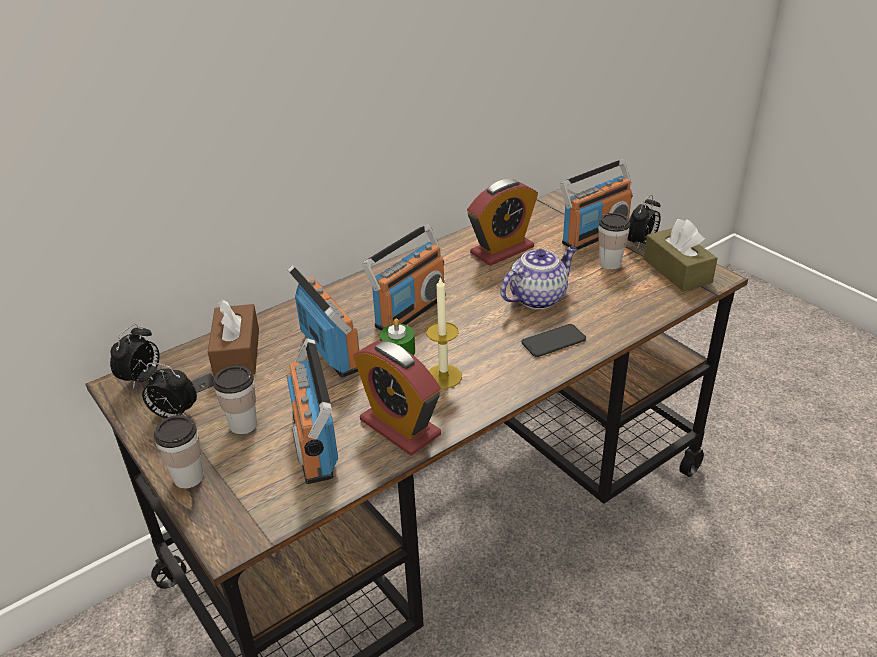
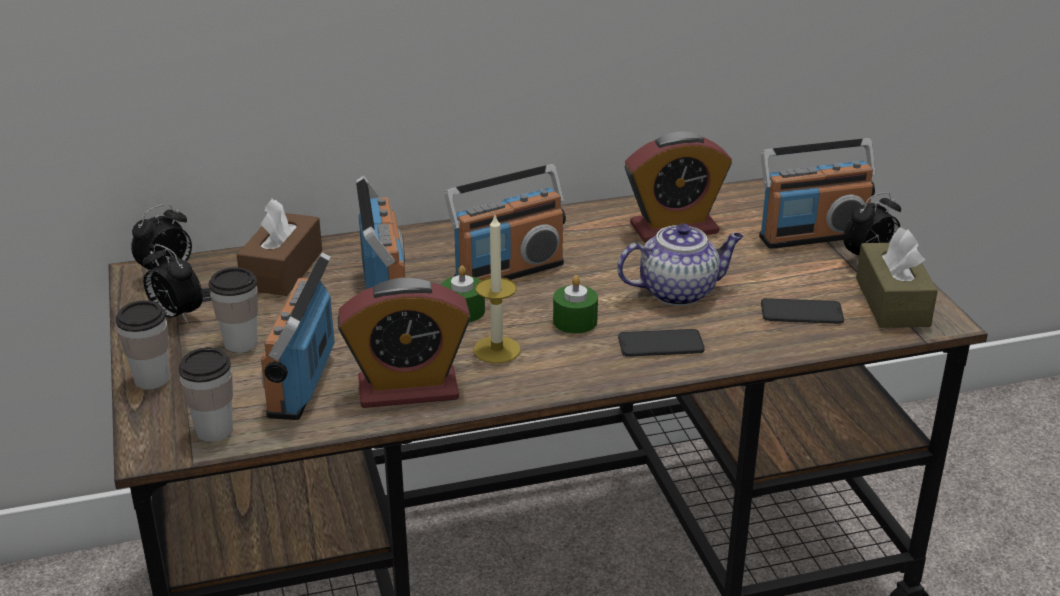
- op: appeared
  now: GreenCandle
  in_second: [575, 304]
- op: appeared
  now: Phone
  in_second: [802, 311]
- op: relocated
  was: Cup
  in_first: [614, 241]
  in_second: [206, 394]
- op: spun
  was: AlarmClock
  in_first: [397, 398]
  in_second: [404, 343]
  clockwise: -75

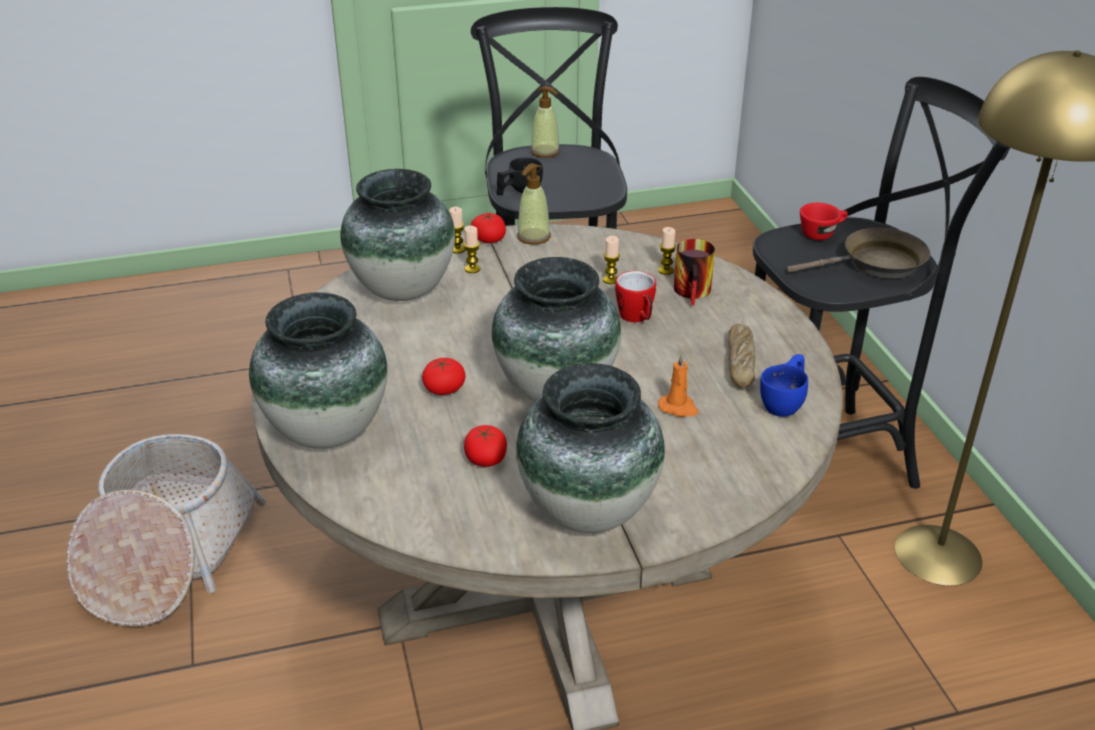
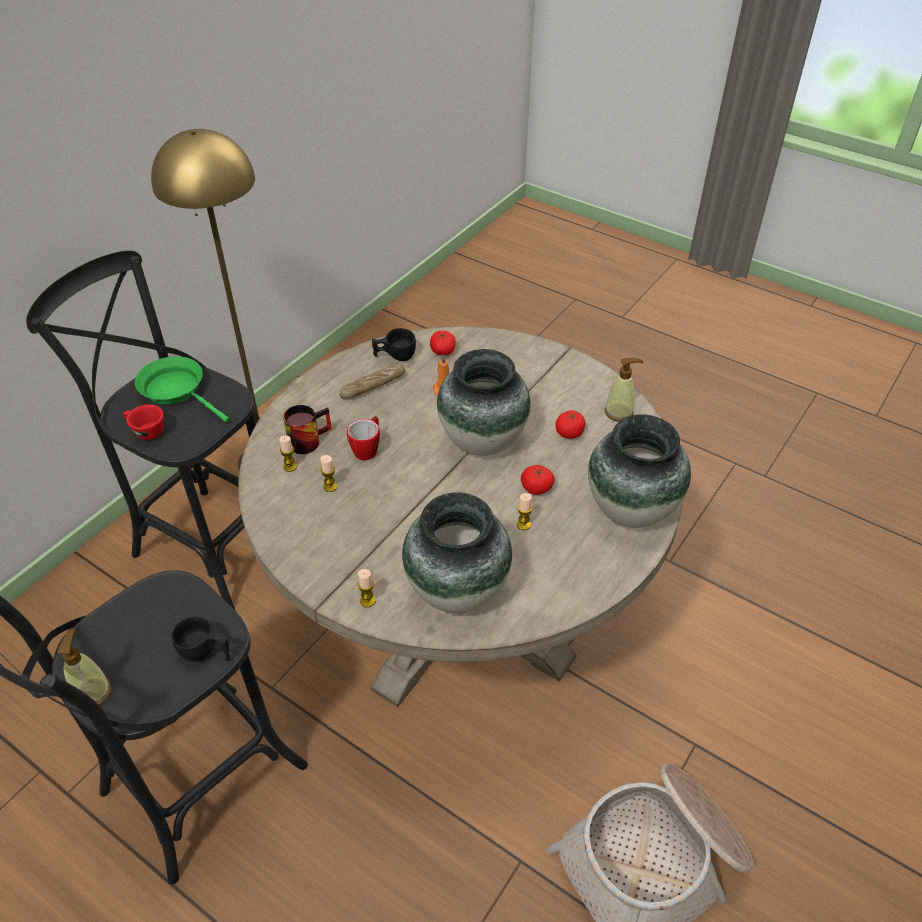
- op: missing
  was: Vase
  in_first: [590, 448]
- op: relocated
  was: Candle
  in_first: [471, 249]
  in_second: [525, 512]
- op: relocated
  was: Tomato
  in_first: [488, 227]
  in_second: [443, 343]
- op: relocated
  was: SoapDispenser
  in_first: [534, 204]
  in_second: [624, 390]
- op: colour
  was: BlueCup
  now: BlackCup
  in_first: [784, 385]
  in_second: [394, 344]
- op: colour
  was: BrownFryingPan
  now: GreenFryingPan
  in_first: [858, 253]
  in_second: [182, 389]

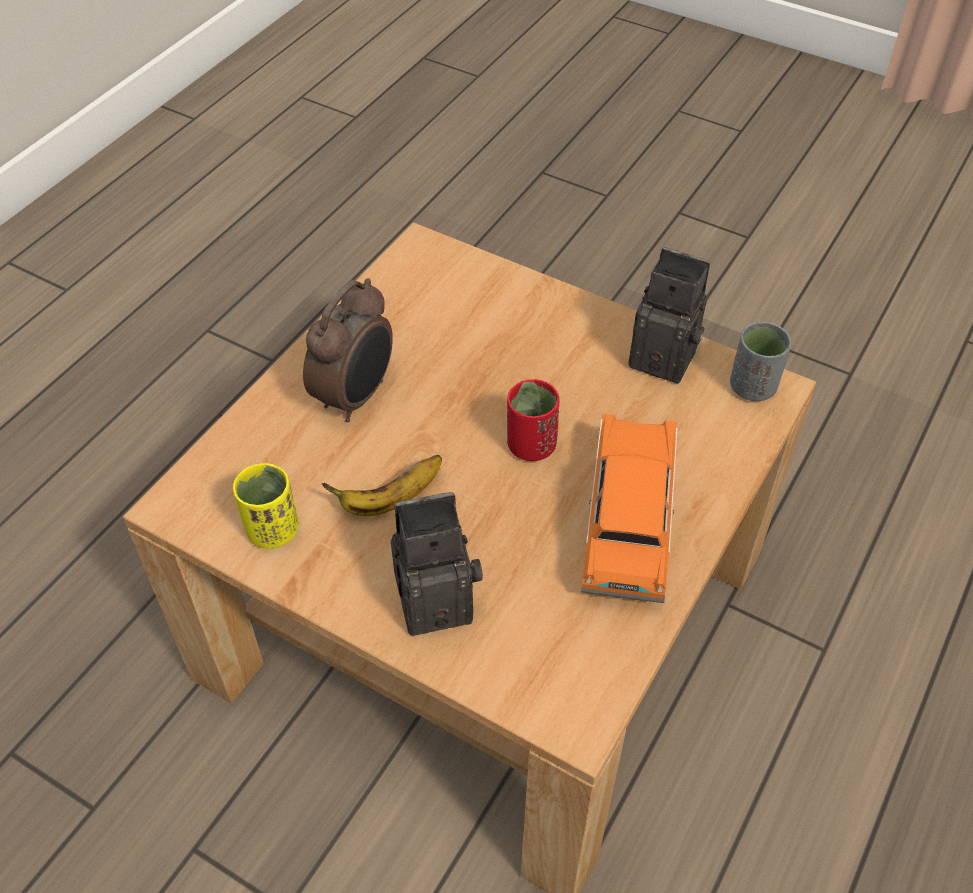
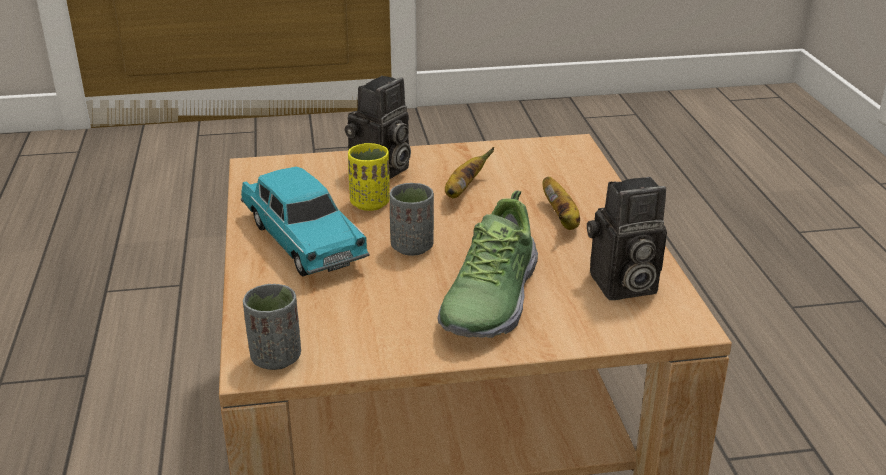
- op: appeared
  now: Shoe
  in_second: [488, 264]
- op: relocated
  was: YellowCup
  in_first: [266, 506]
  in_second: [369, 177]
- op: relocated
  was: PhotoCamera
  in_first: [669, 315]
  in_second: [627, 238]
- op: exchanged
  was: AlarmClock
  now: Banana
  in_first: [348, 350]
  in_second: [561, 203]
- op: colour
  was: RedCup
  now: GreyCup
  in_first: [533, 420]
  in_second: [411, 219]
- op: colour
  was: OrangeToyCar
  now: TurquoiseToyCar
  in_first: [629, 508]
  in_second: [305, 221]

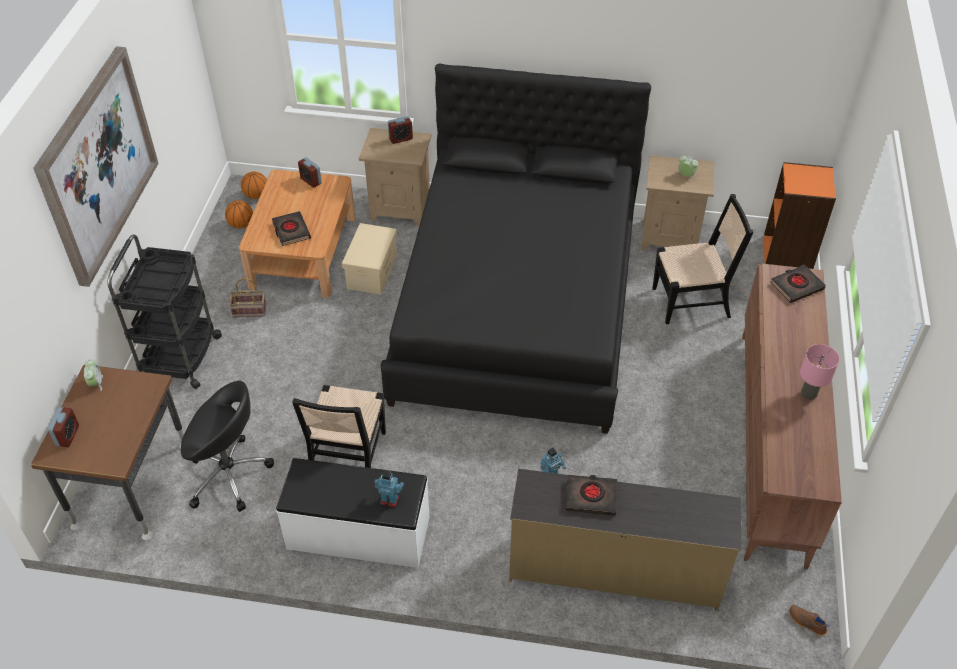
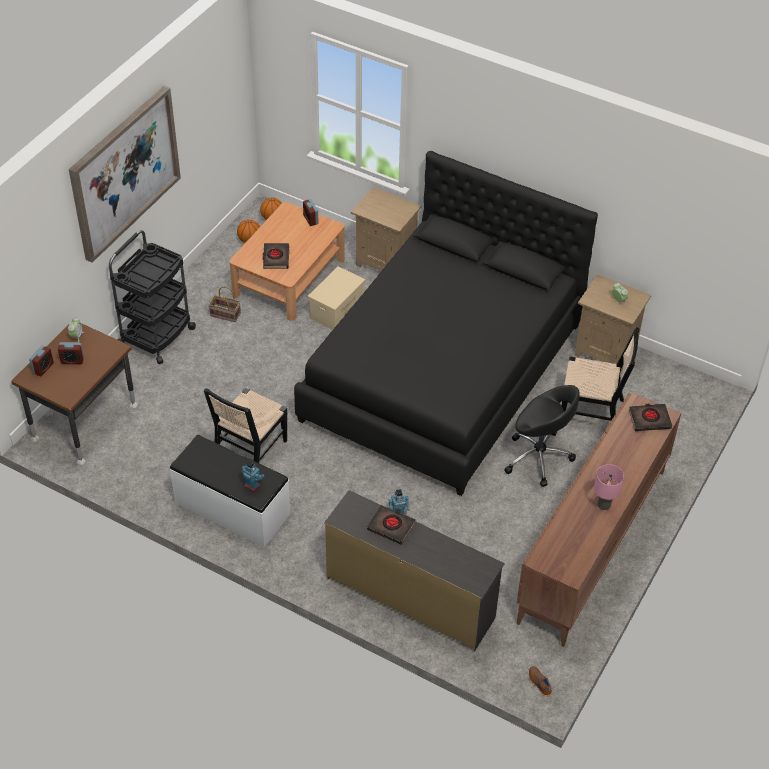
- op: missing
  was: OrangeBookcase
  in_first: [800, 215]
- op: relocated
  was: BlackOfficeChair
  in_first: [227, 446]
  in_second: [542, 436]
- op: relocated
  was: AlarmClock
  in_first: [400, 130]
  in_second: [71, 353]

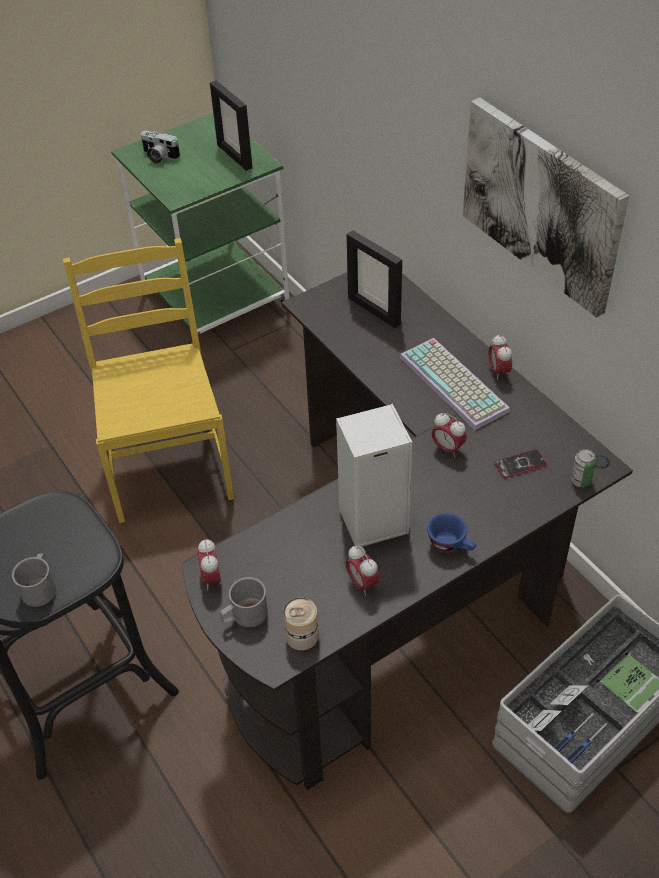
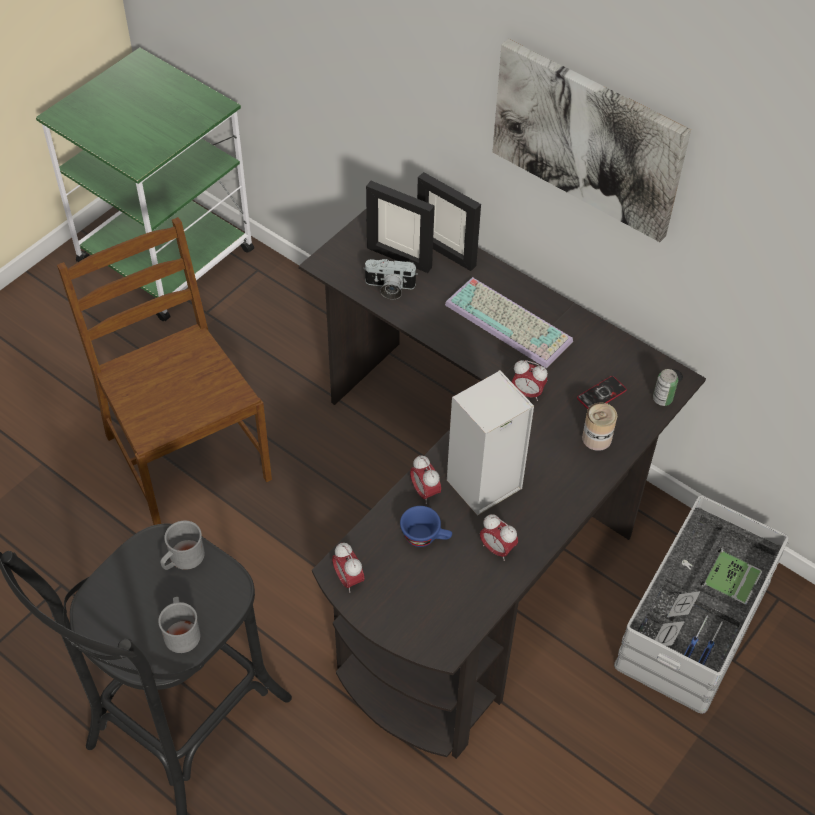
- op: relocated
  was: PhotoCamera
  in_first: [160, 147]
  in_second: [390, 279]
- op: relocated
  was: PictureFrame
  in_first: [231, 125]
  in_second: [449, 221]
- op: relocated
  was: GreyMug
  in_first: [244, 602]
  in_second: [182, 545]
- op: relocated
  was: Can
  in_first: [301, 623]
  in_second: [599, 427]
- op: relocated
  was: BlueCup
  in_first: [451, 533]
  in_second: [426, 526]
- op: relocated
  was: AlarmClock
  in_first: [500, 357]
  in_second: [425, 480]
- op: colour
  was: YellowChair
  now: BrownChair
  in_first: [148, 380]
  in_second: [164, 371]

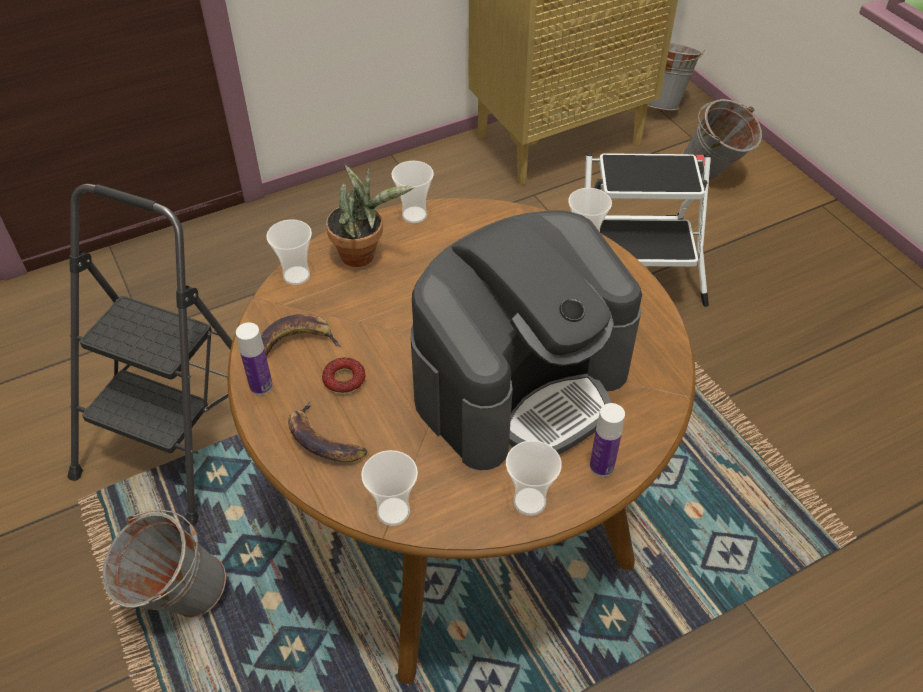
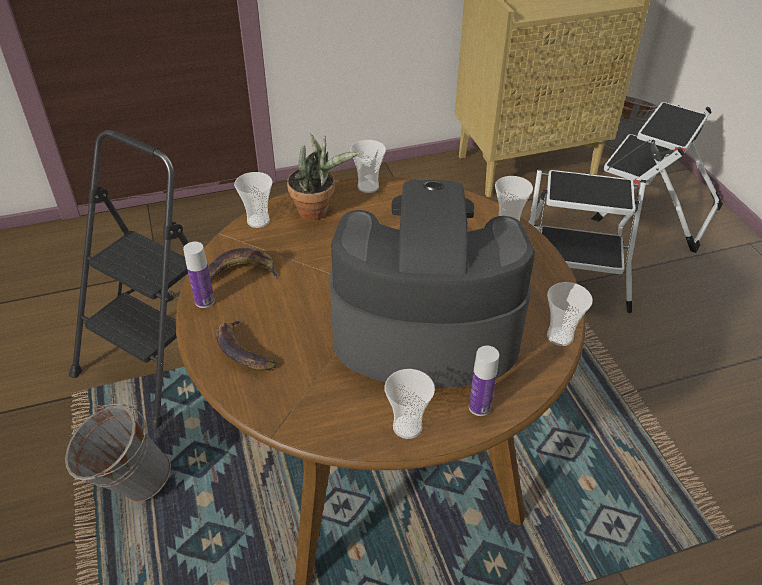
- op: missing
  was: Donut
  in_first: [344, 376]
- op: relocated
  was: Cup
  in_first: [389, 488]
  in_second: [570, 314]
- op: exchanged
  was: GreyBucket
  now: StepLadder
  in_first: [722, 139]
  in_second: [657, 177]
- op: spun
  was: CoffeeMachine
  in_first: [526, 340]
  in_second: [432, 284]
  clockwise: -150

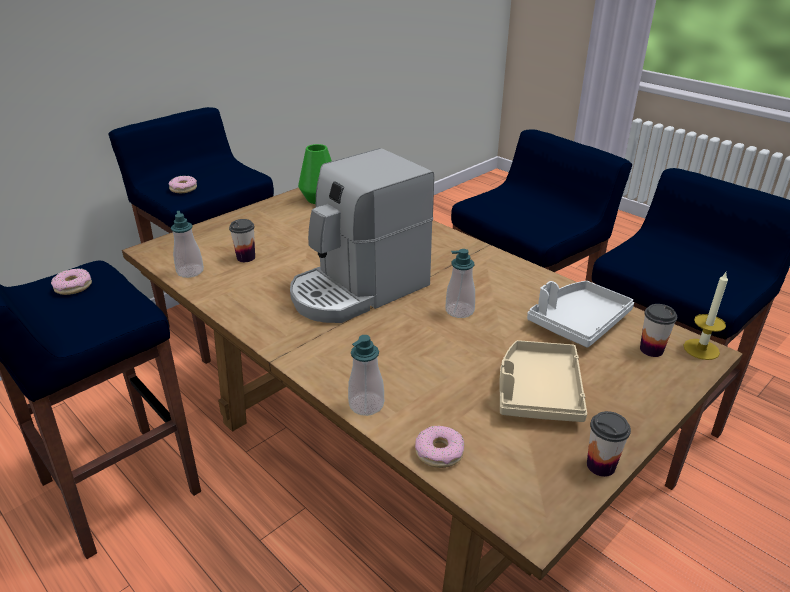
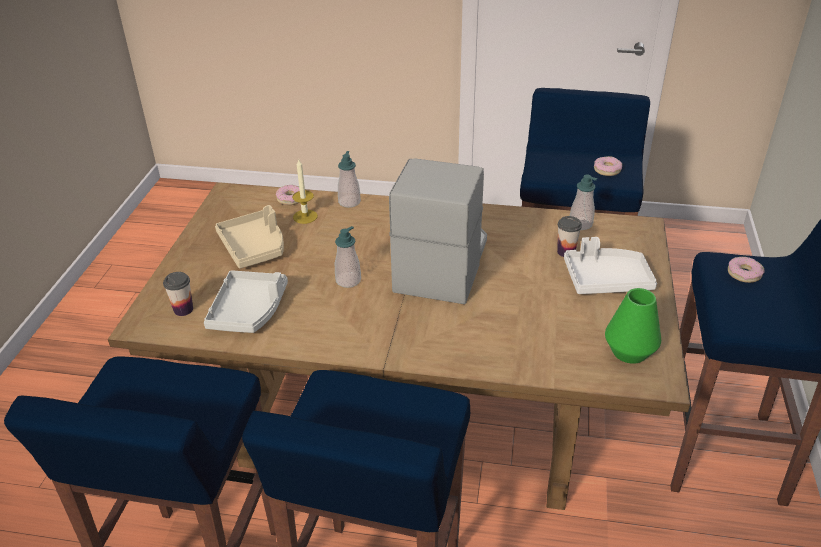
- op: missing
  was: Cup
  in_first: [609, 444]
- op: appeared
  now: WhiteTray
  in_second: [610, 265]
- op: relocated
  was: Candle
  in_first: [706, 315]
  in_second: [305, 191]

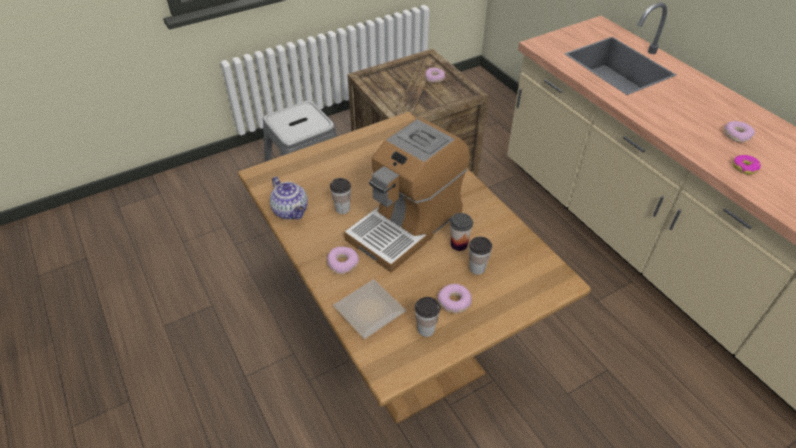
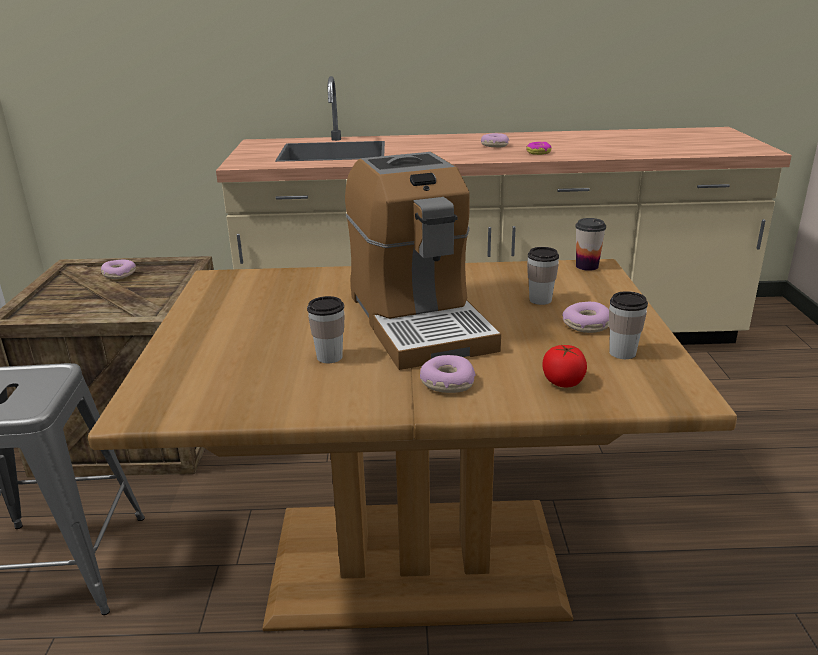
- op: missing
  was: Teapot
  in_first: [289, 198]
- op: relocated
  was: Cup
  in_first: [461, 232]
  in_second: [590, 244]
- op: exchanged
  was: Plate
  now: Tomato
  in_first: [369, 309]
  in_second: [564, 366]

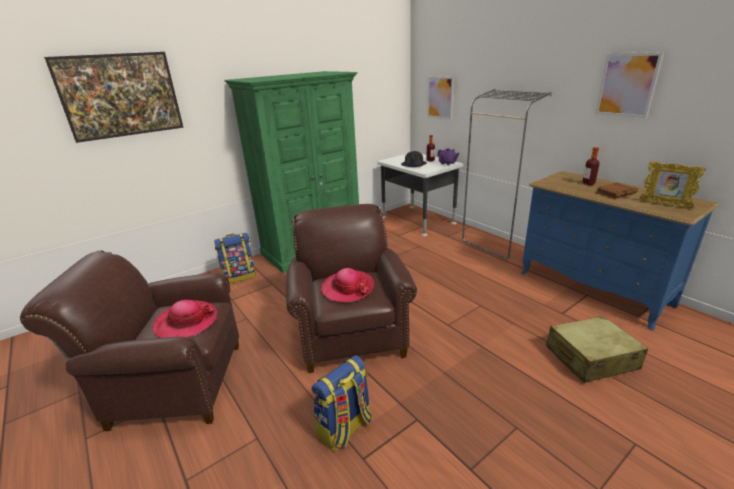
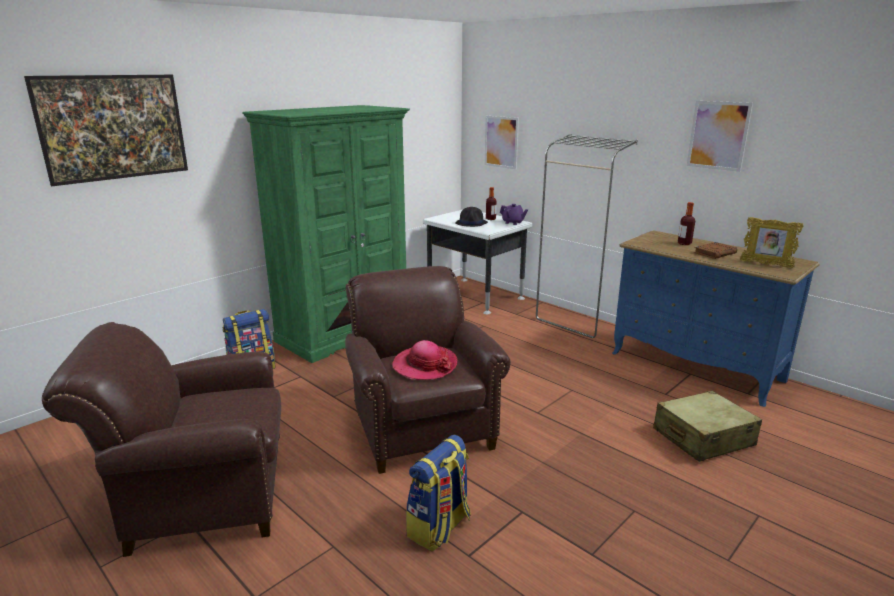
- op: missing
  was: Hat
  in_first: [184, 319]

